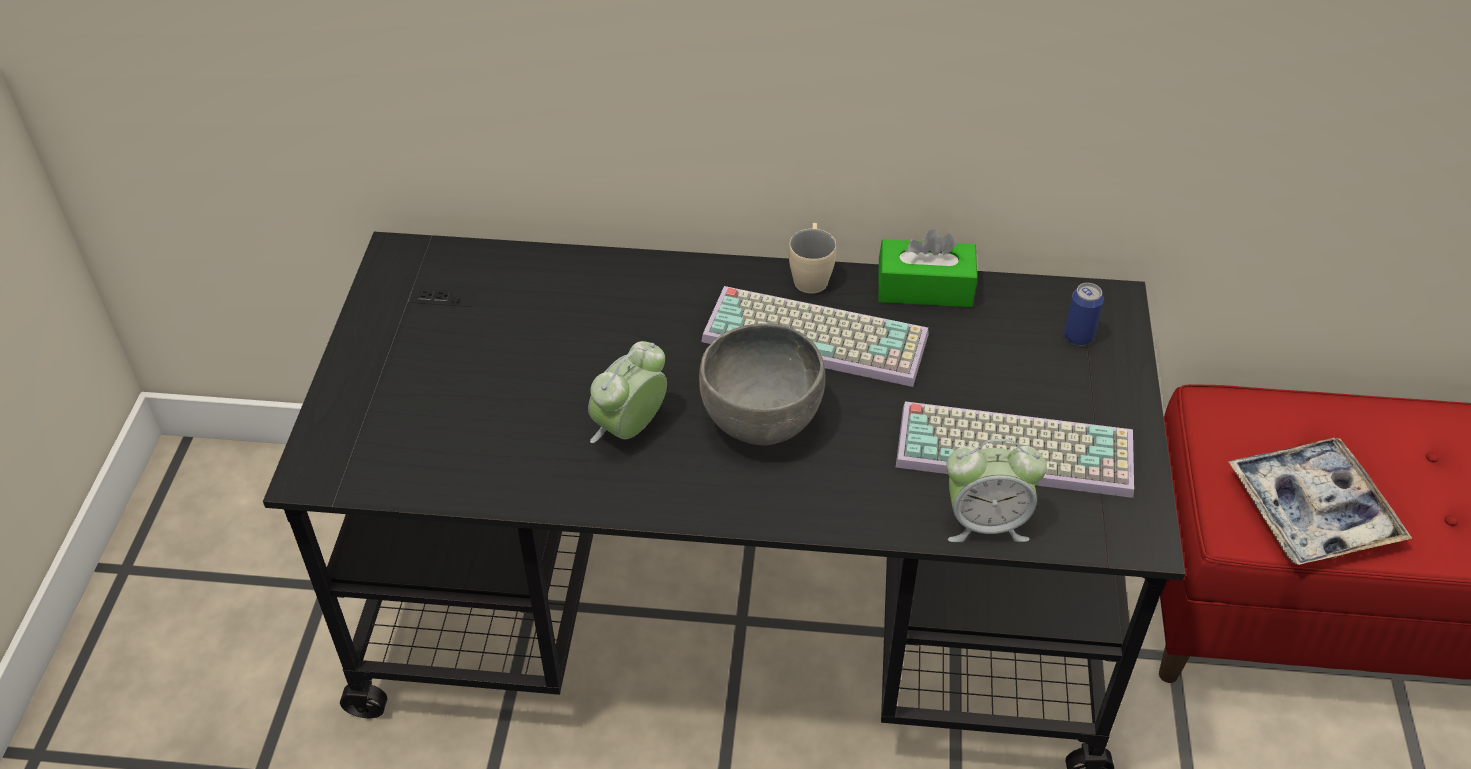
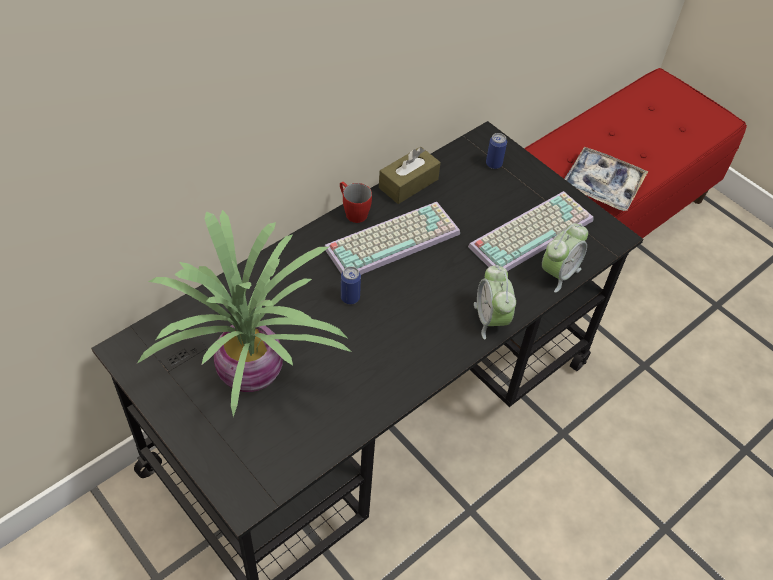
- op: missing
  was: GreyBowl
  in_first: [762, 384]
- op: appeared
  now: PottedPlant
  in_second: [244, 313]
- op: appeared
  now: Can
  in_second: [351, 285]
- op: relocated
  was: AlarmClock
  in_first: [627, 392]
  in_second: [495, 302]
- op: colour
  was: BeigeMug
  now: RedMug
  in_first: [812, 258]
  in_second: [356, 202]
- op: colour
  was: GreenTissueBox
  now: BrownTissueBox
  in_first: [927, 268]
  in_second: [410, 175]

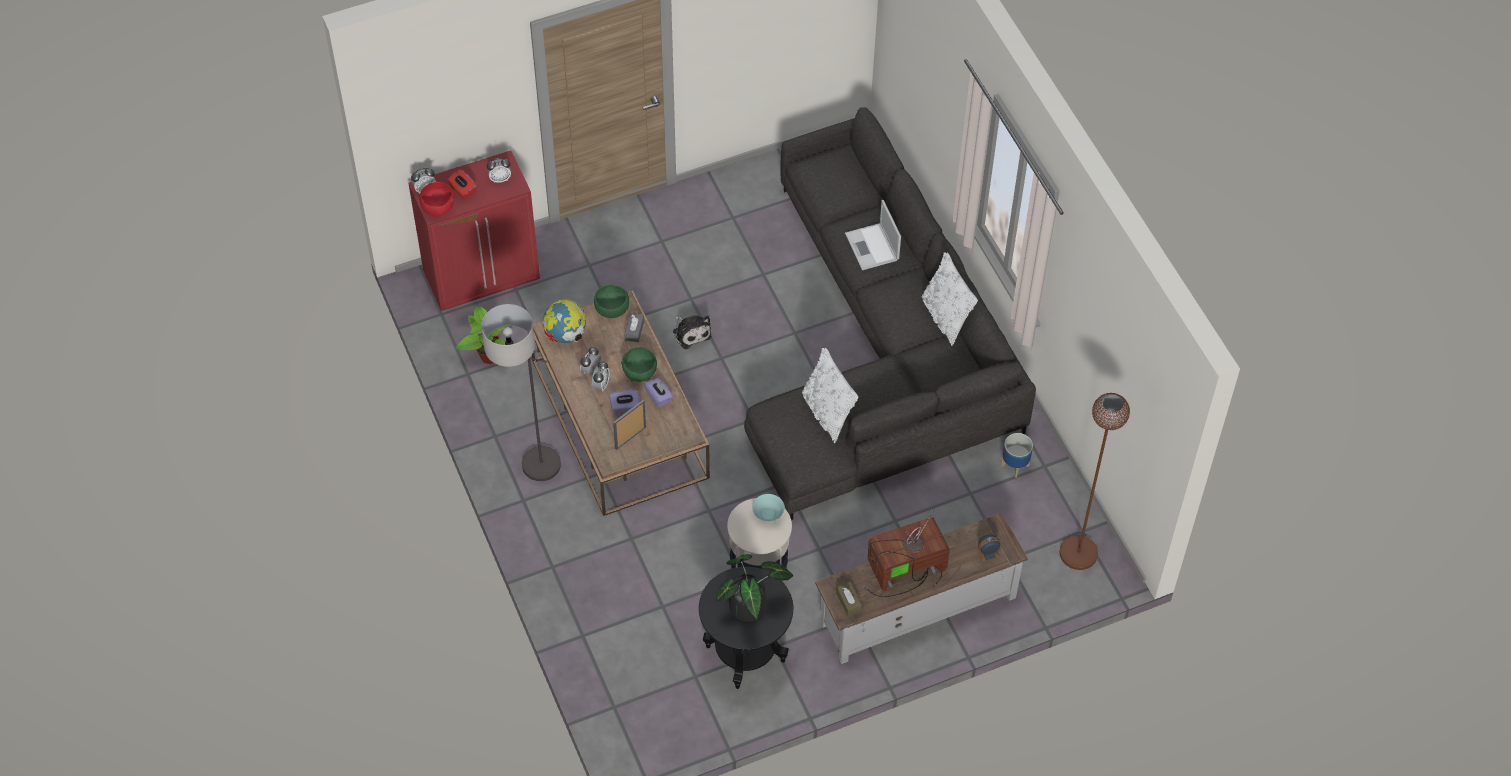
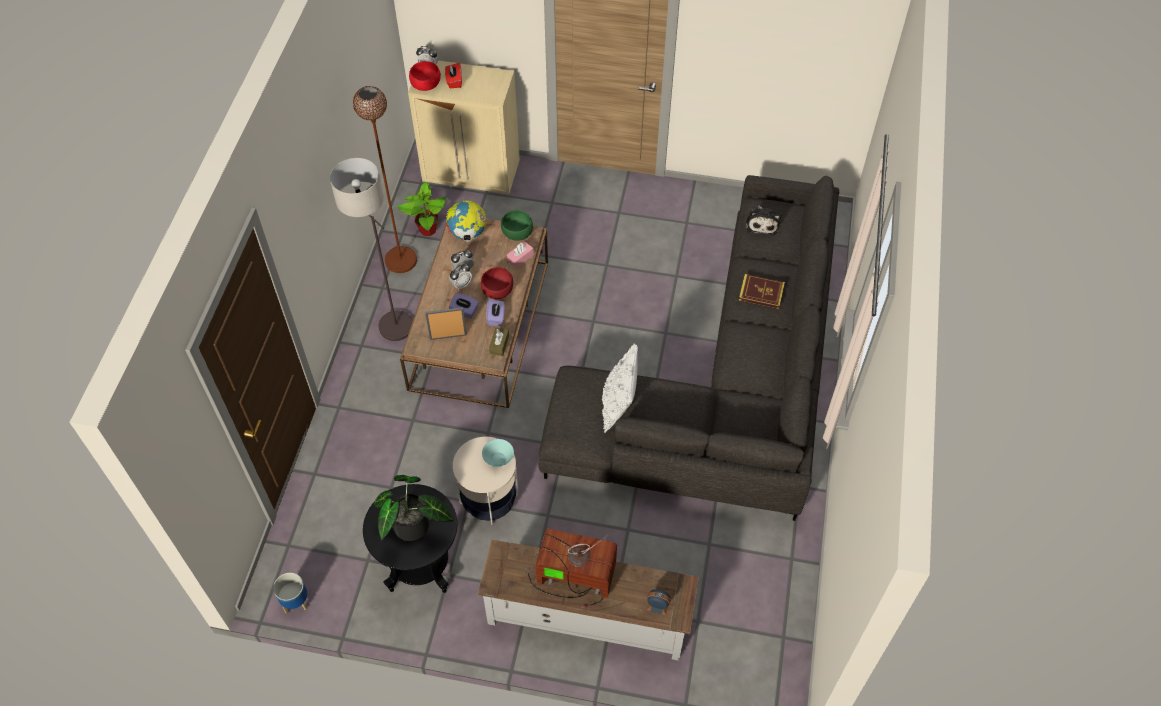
- op: missing
  was: AlarmClock
  in_first: [499, 170]
- op: missing
  was: WhitePillow
  in_first: [949, 299]
- op: relocated
  was: PlushToy
  in_first: [692, 332]
  in_second: [763, 220]
- op: relocated
  was: BrownTissueBox
  in_first: [849, 599]
  in_second: [499, 341]
- op: relocated
  was: Planter
  in_first: [1017, 455]
  in_second: [290, 593]
- op: relocated
  was: BrownFloorLamp
  in_first: [1095, 481]
  in_second: [385, 179]
- op: exchanged
  was: Laptop
  now: Book
  in_first: [873, 235]
  in_second: [762, 291]
- op: colour
  was: RedCabinet
  now: BeigeCabinet
  in_first: [474, 230]
  in_second: [464, 127]
- op: colour
  was: GreenBowl
  now: RedBowl
  in_first: [639, 364]
  in_second: [497, 283]
- op: colour
  was: GreyTissueBox
  now: PinkTissueBox
  in_first: [634, 327]
  in_second: [520, 254]

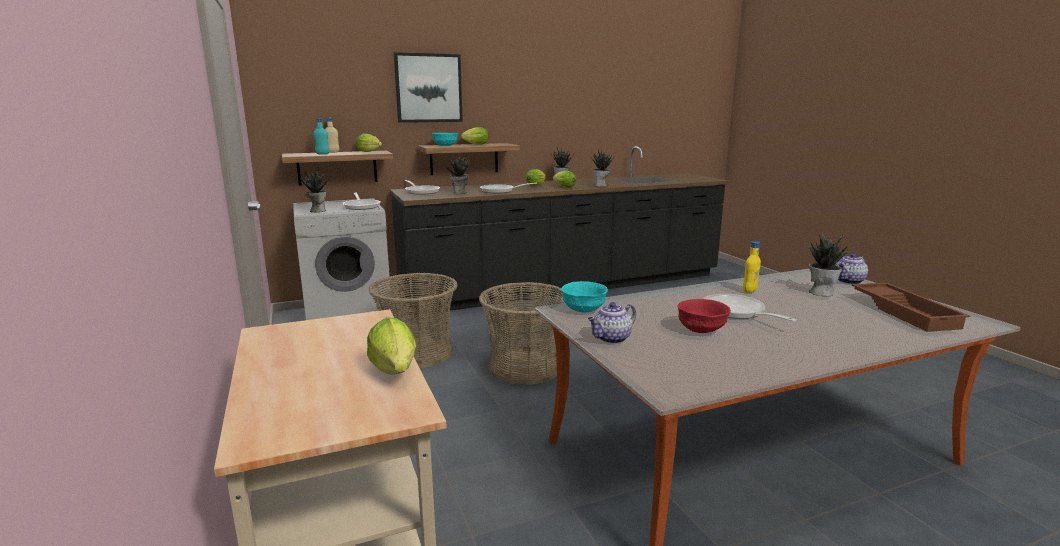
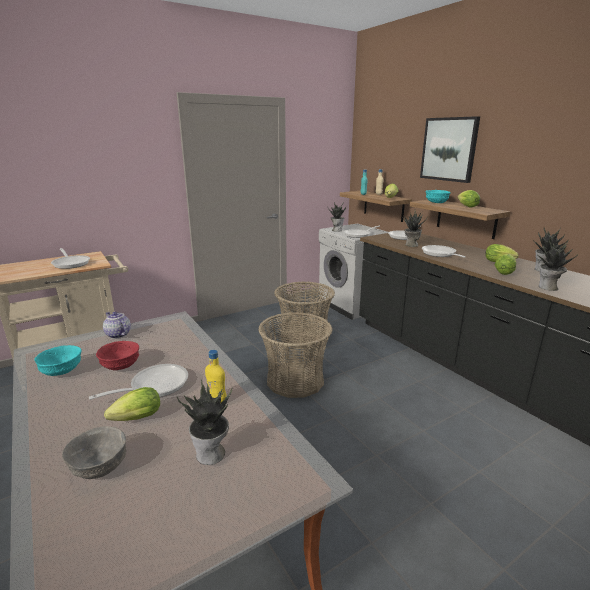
- op: missing
  was: Teapot
  in_first: [852, 268]
- op: missing
  was: BrownTray
  in_first: [911, 307]
- op: appeared
  now: FryingPan
  in_second: [70, 258]
- op: appeared
  now: GreyBowl
  in_second: [94, 452]
- op: relocated
  was: Lettuce
  in_first: [391, 346]
  in_second: [132, 404]
- op: relocated
  was: TurquoiseBowl
  in_first: [584, 297]
  in_second: [57, 360]

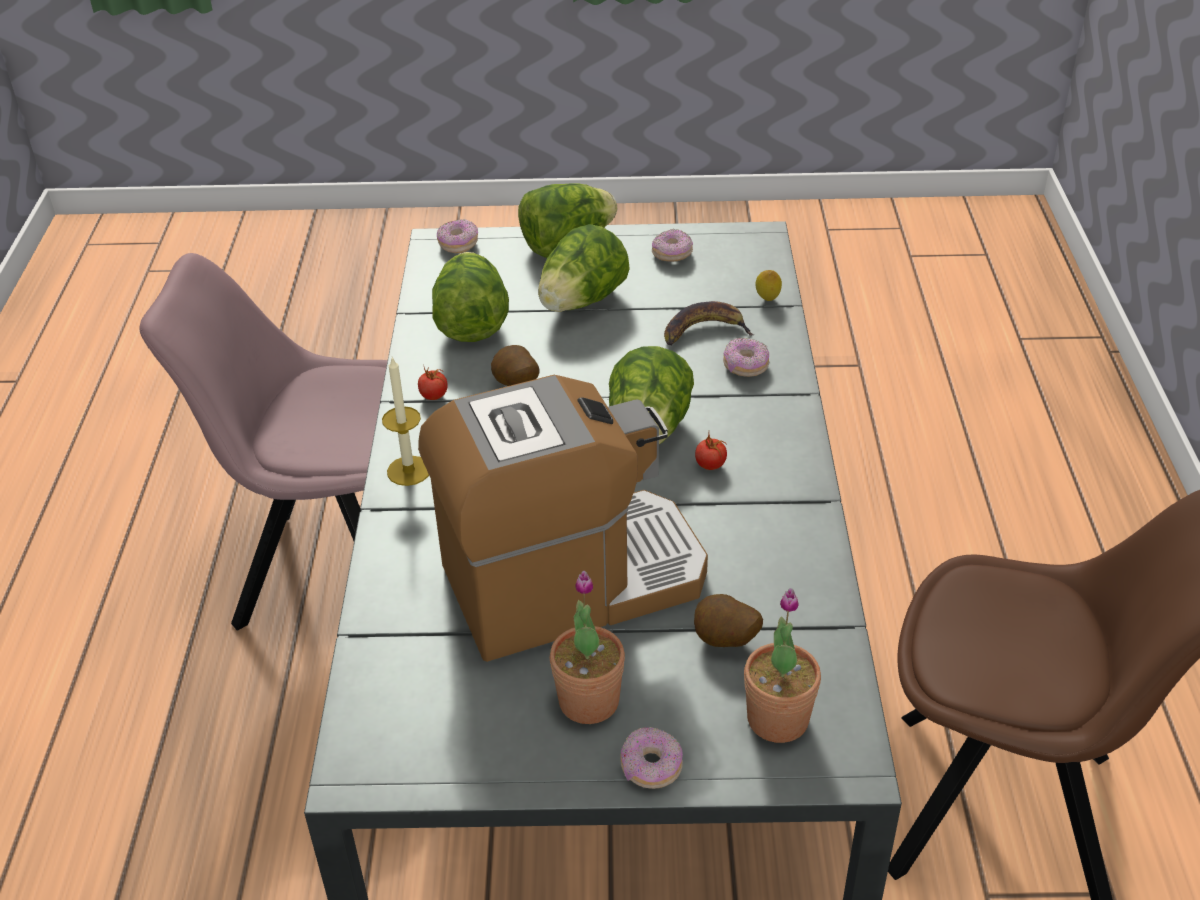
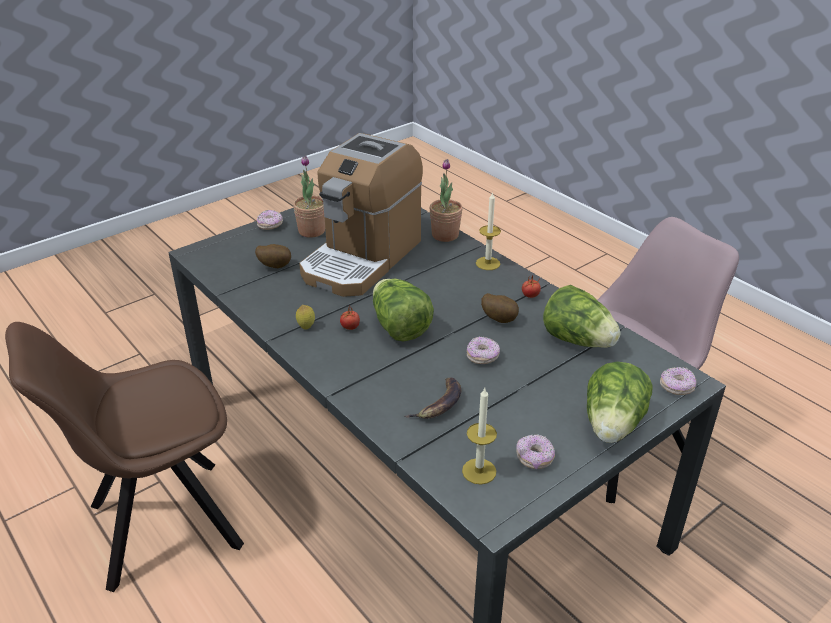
- op: missing
  was: Lettuce
  in_first: [584, 268]
- op: appeared
  now: Candle
  in_second: [479, 436]
- op: relocated
  was: Donut
  in_first: [746, 357]
  in_second: [483, 350]
- op: relocated
  was: PottedPlant
  in_first: [782, 665]
  in_second: [446, 200]
- op: relocated
  was: Lemon
  in_first: [768, 285]
  in_second: [305, 317]

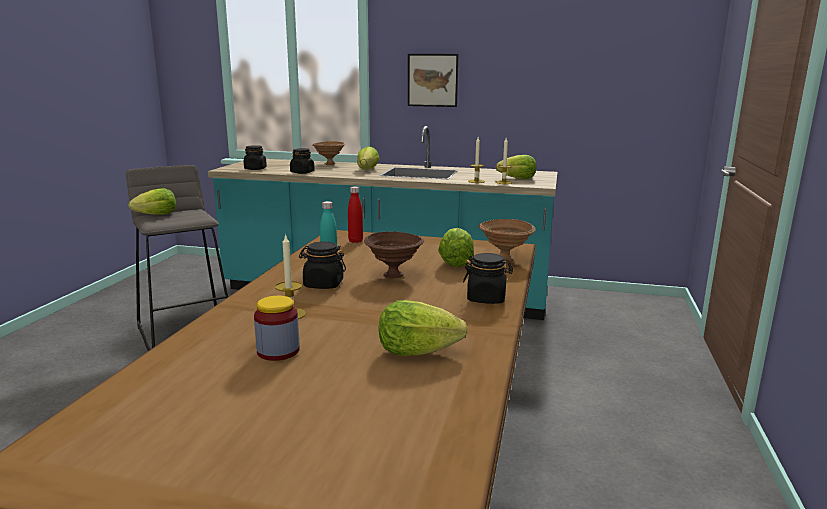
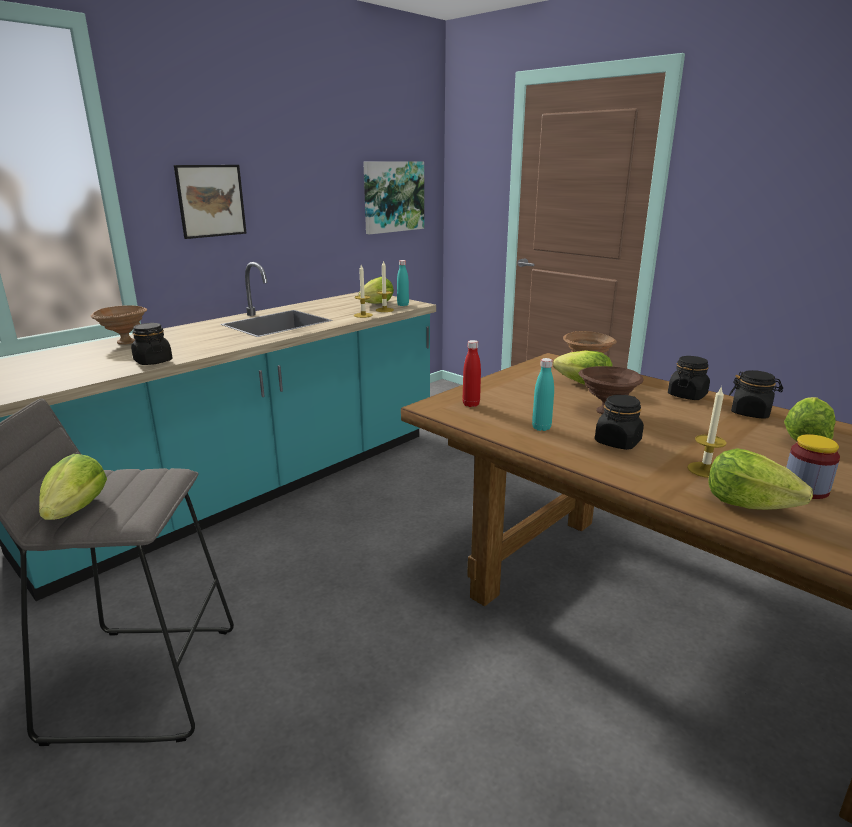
- op: appeared
  now: Picture
  in_second: [393, 198]
- op: appeared
  now: TurquoiseBottle
  in_second: [403, 283]
- op: relocated
  was: BlackJar
  in_first: [255, 157]
  in_second: [756, 394]
- op: relocated
  was: Lettuce
  in_first: [368, 157]
  in_second: [760, 479]

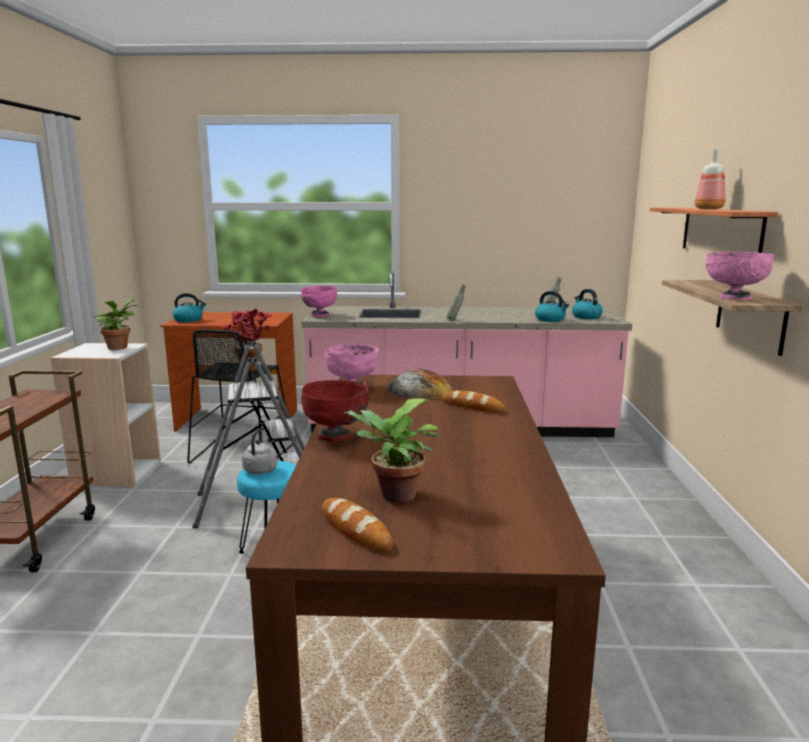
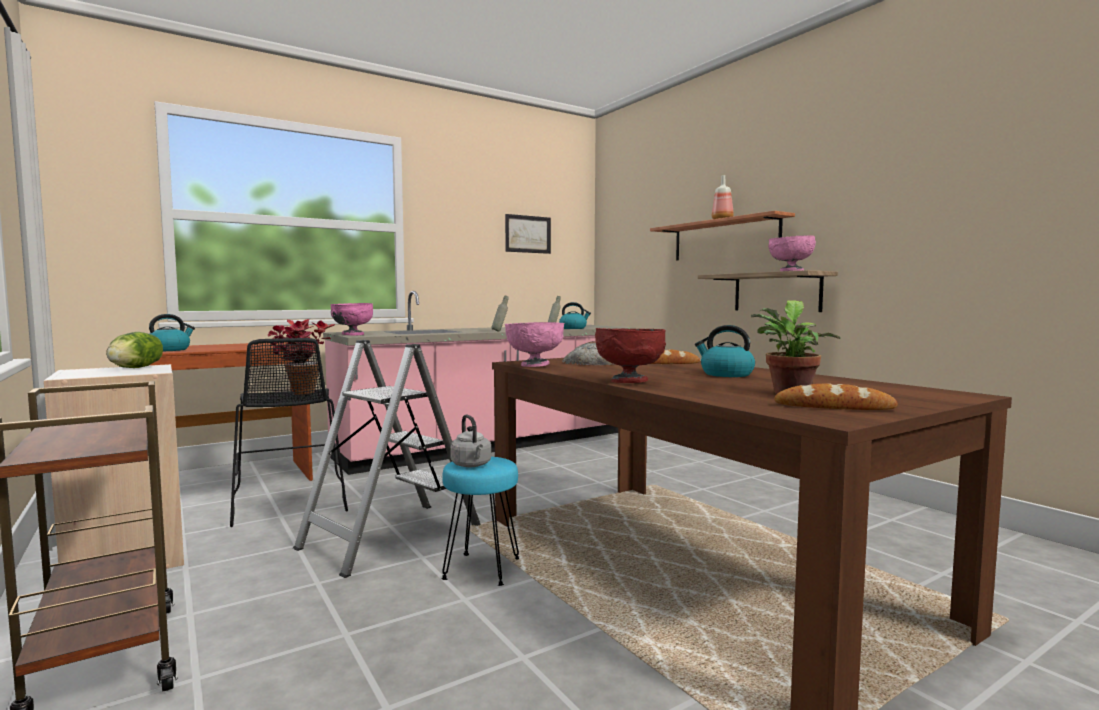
- op: appeared
  now: Picture
  in_second: [528, 234]
- op: relocated
  was: Kettle
  in_first: [587, 304]
  in_second: [725, 351]
- op: exchanged
  was: PottedPlant
  now: Lettuce
  in_first: [116, 324]
  in_second: [134, 350]

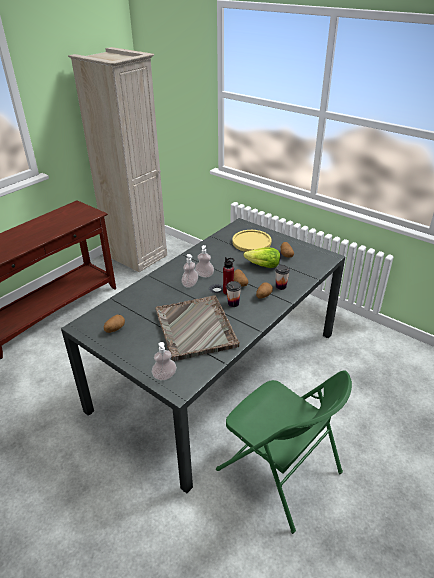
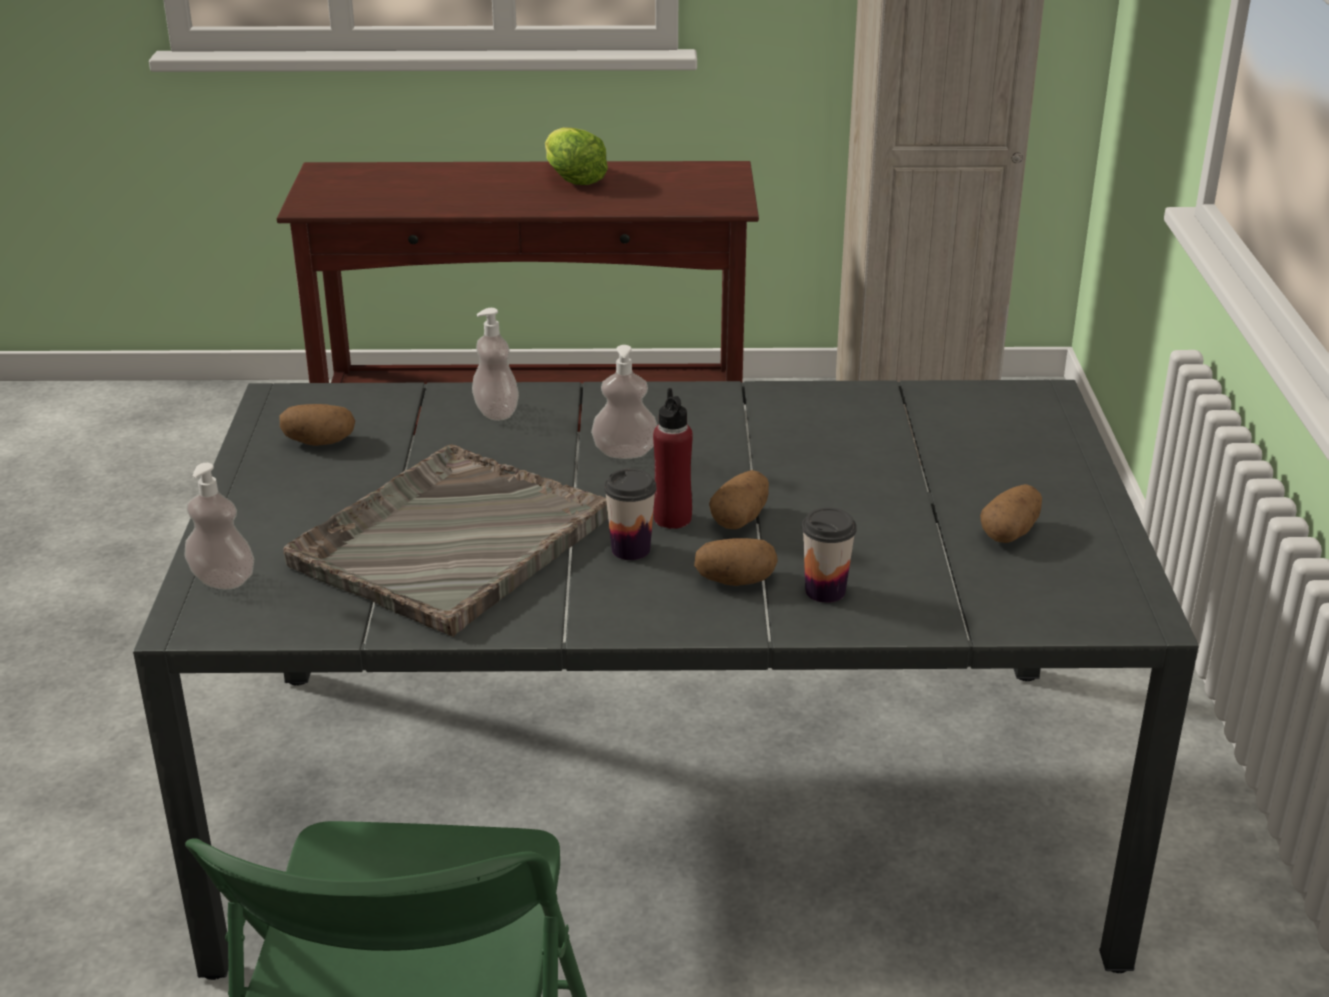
- op: missing
  was: YellowPlate
  in_first: [252, 241]
- op: relocated
  was: SoapDispenser
  in_first: [204, 261]
  in_second: [495, 364]
- op: relocated
  was: Lettuce
  in_first: [261, 258]
  in_second: [576, 156]

